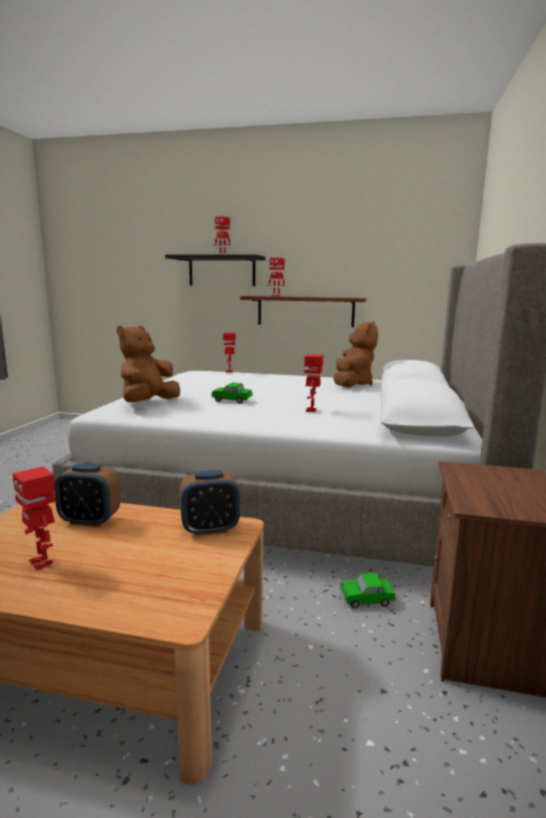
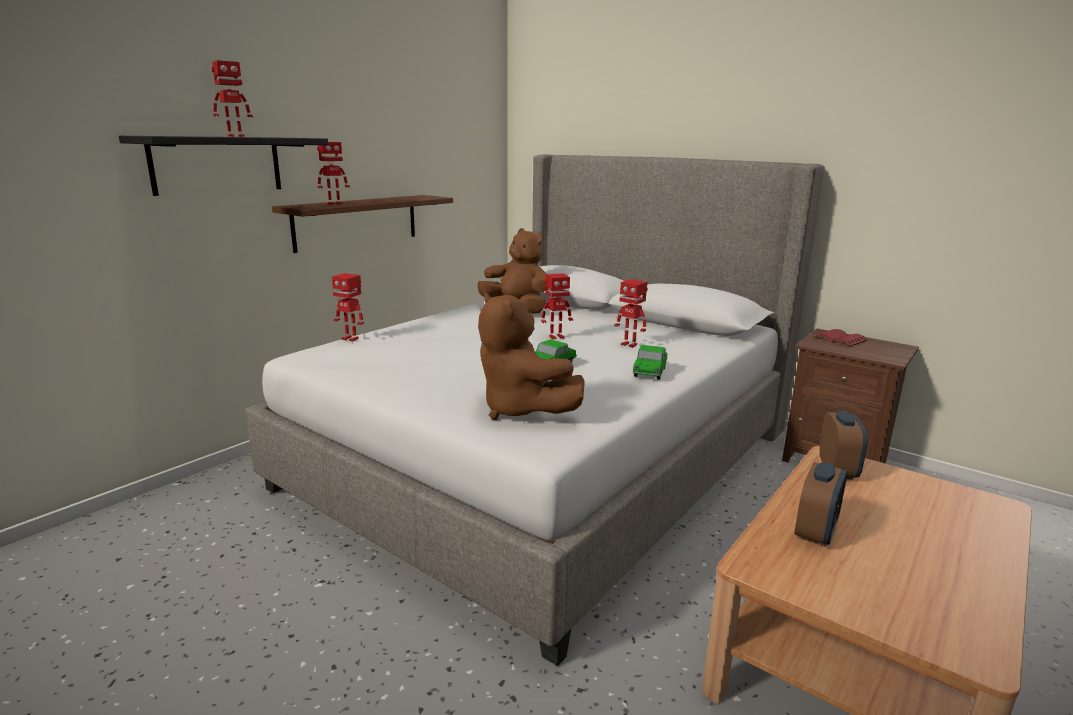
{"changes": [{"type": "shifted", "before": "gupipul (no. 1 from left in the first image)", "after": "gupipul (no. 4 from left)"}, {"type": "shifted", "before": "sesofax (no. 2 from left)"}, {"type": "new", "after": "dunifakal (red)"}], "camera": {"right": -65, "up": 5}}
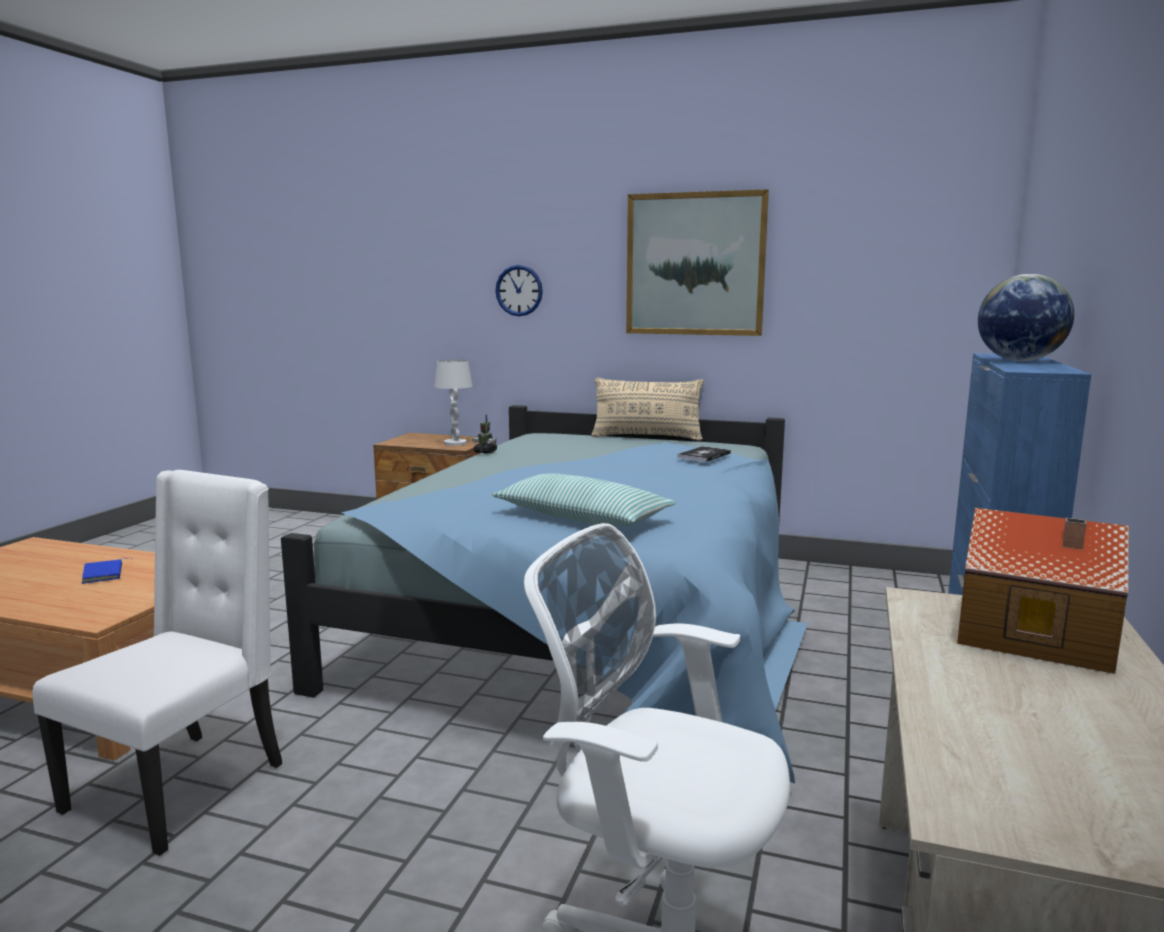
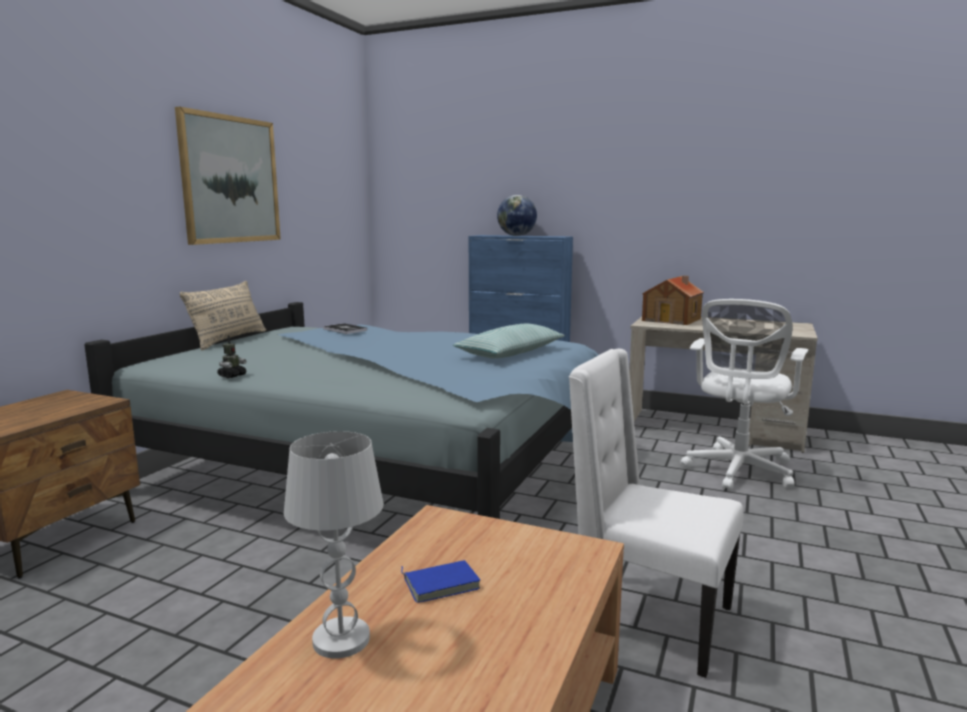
{"changes": [{"type": "shifted", "before": "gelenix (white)"}, {"type": "gone", "before": "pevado"}], "camera": {"right": -85, "up": 0}}
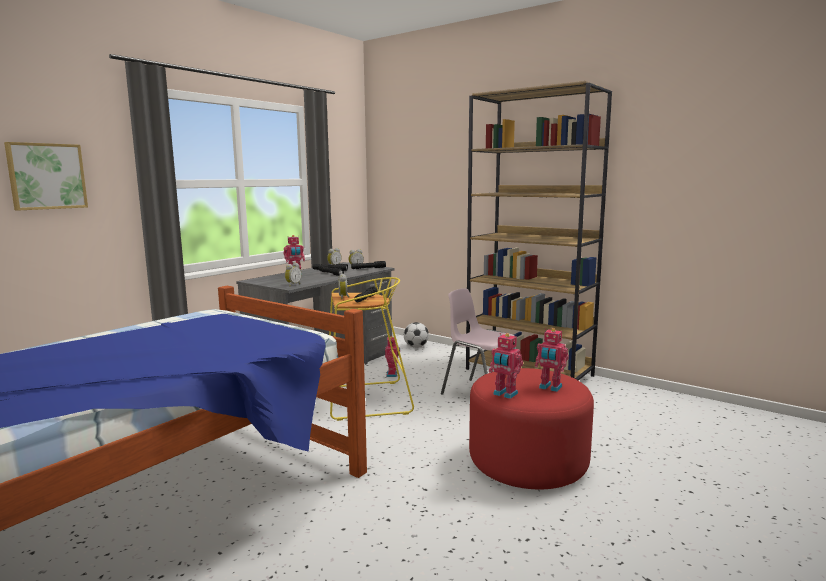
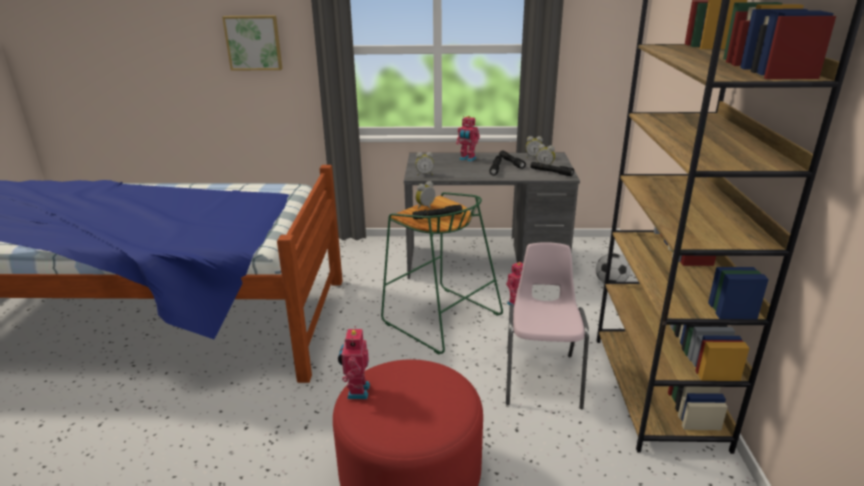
{"changes": [{"type": "repainted", "before": "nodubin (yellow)", "after": "nodubin (green)"}, {"type": "gone", "before": "gupipul (no. 4 from left)"}], "camera": {"right": 55, "up": 15}}
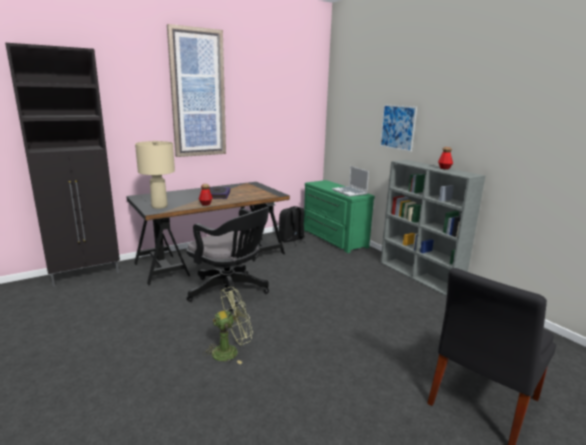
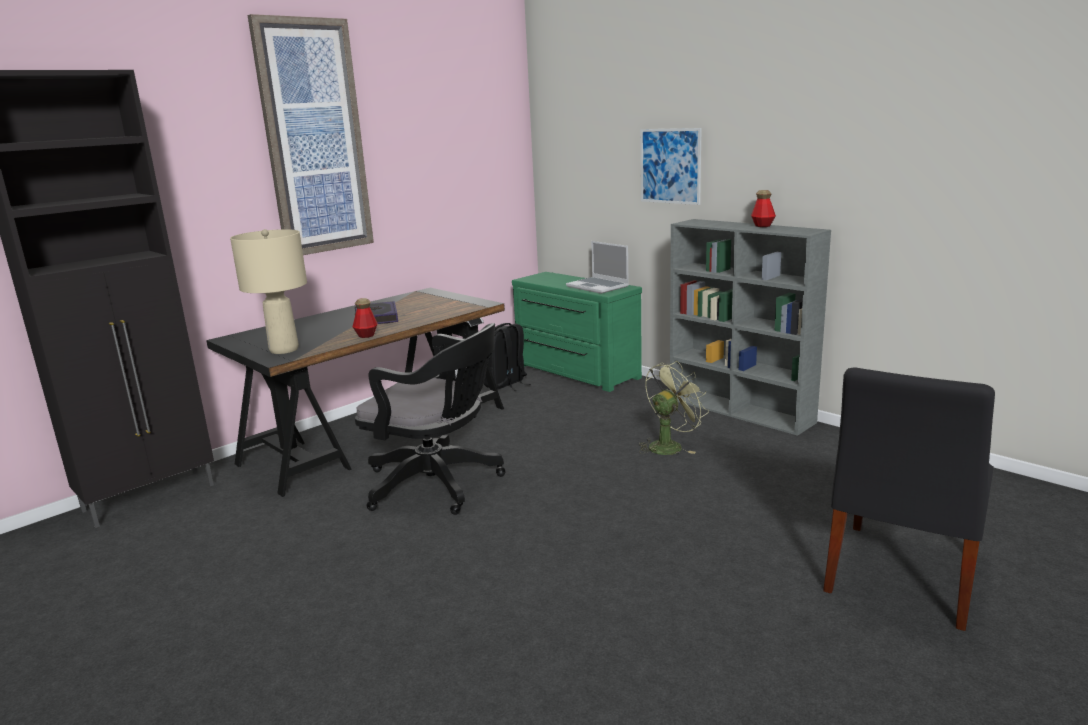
{"changes": [{"type": "shifted", "before": "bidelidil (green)"}], "camera": {"right": -10, "up": 0}}
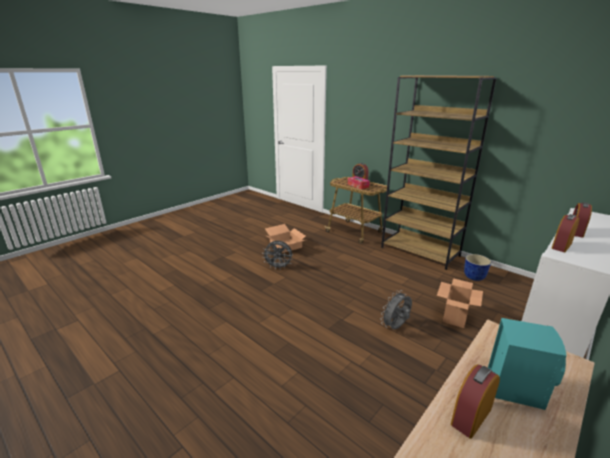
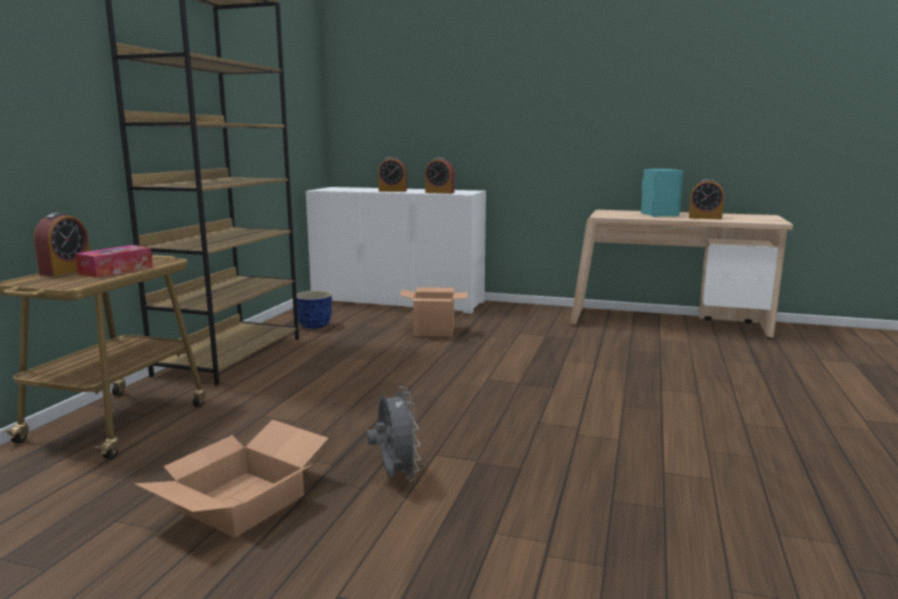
{"changes": [{"type": "gone", "before": "bidelidil (grey) (no. 2 from left)"}], "camera": {"right": -115, "up": -10}}
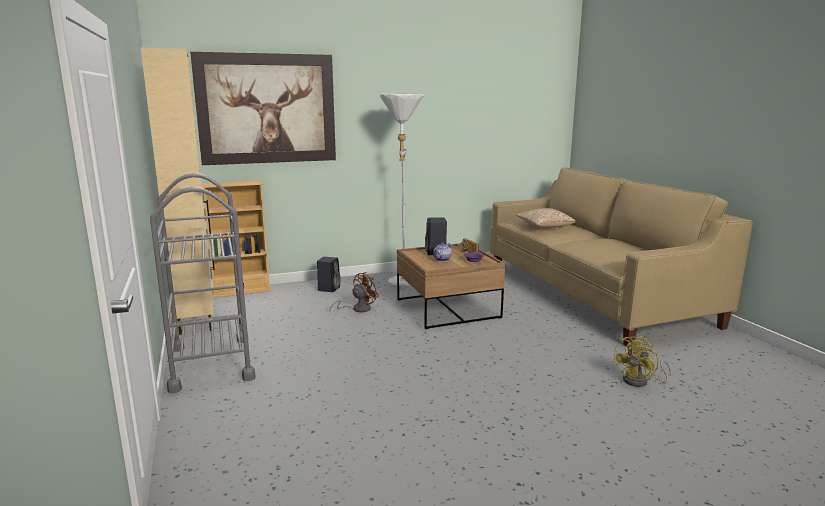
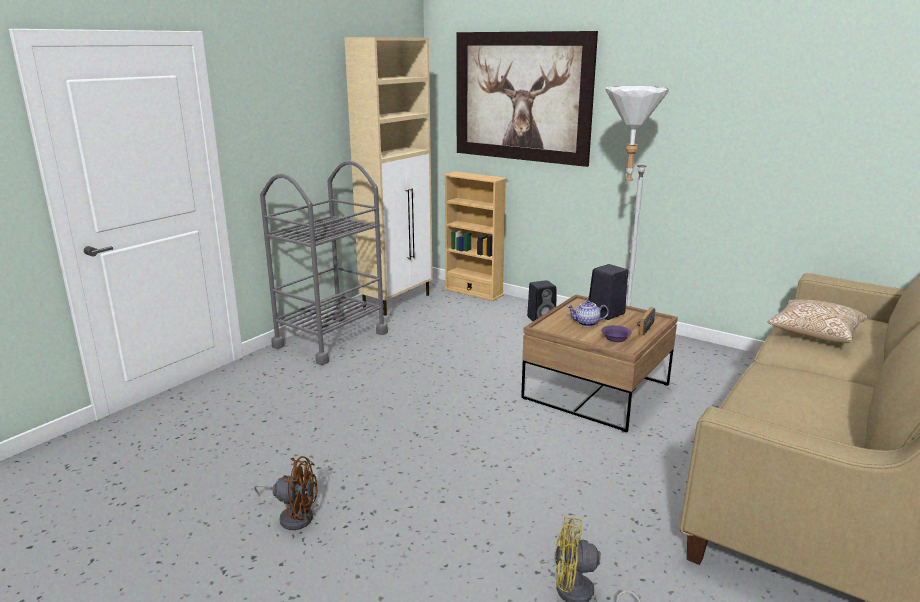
{"changes": [{"type": "shifted", "before": "bidelidil (brown)"}], "camera": {"right": 55, "up": 5}}
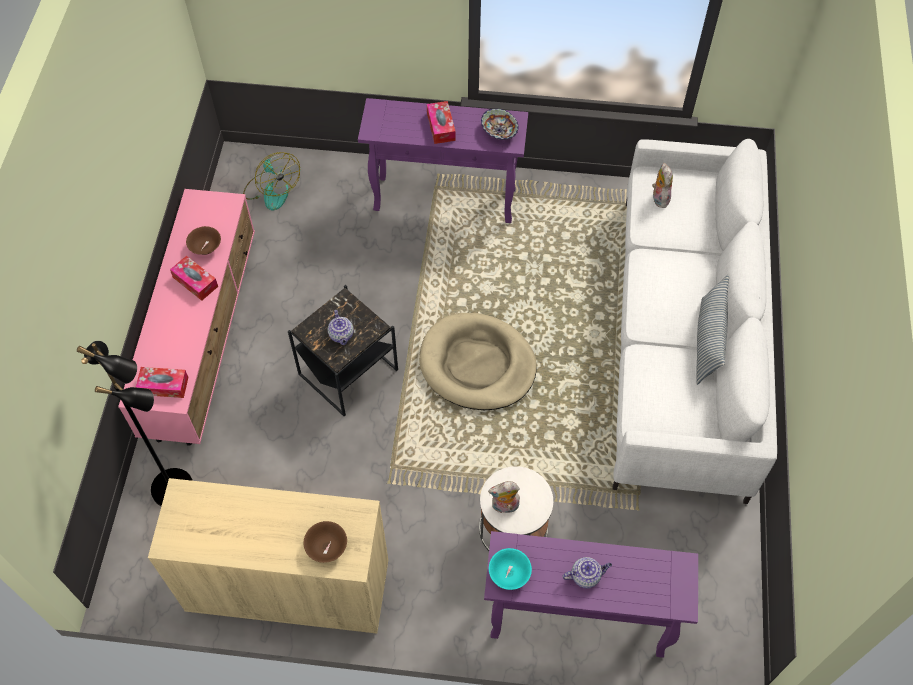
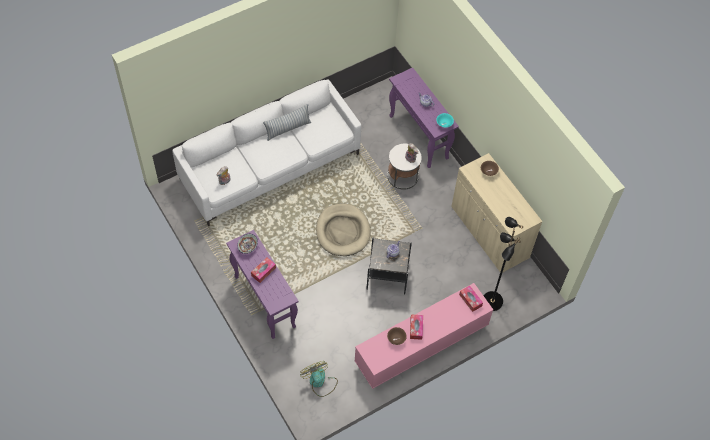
{"changes": [{"type": "rotated", "before": "bidelidil", "turn": -45}], "camera": {"right": -130, "up": 0}}
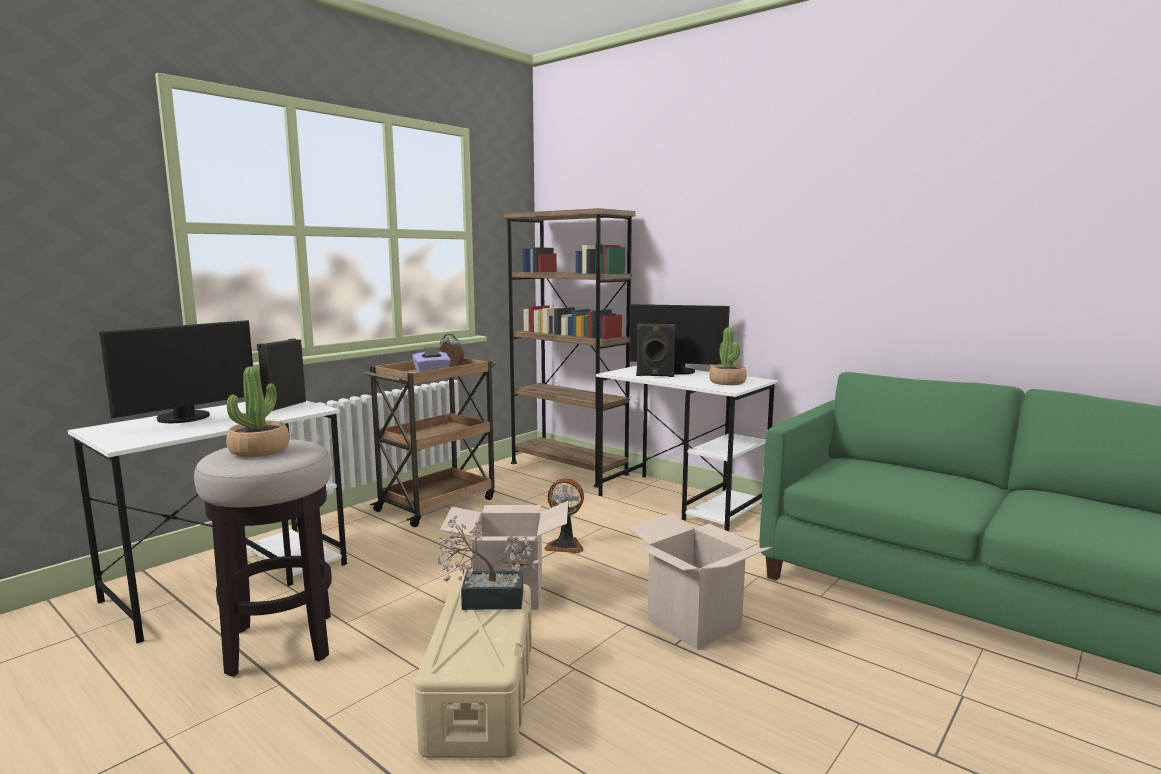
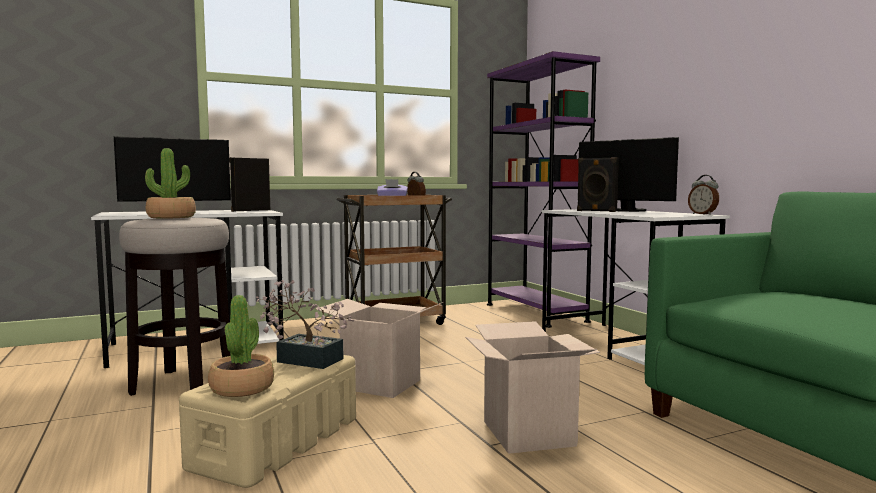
{"changes": [{"type": "repainted", "before": "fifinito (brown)", "after": "fifinito (purple)"}, {"type": "gone", "before": "bidelidil"}, {"type": "shifted", "before": "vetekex (no. 3 from left in the first image)", "after": "vetekex (no. 2 from left)"}, {"type": "new", "after": "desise (no. 2 from left)"}], "camera": {"right": 25, "up": -5}}
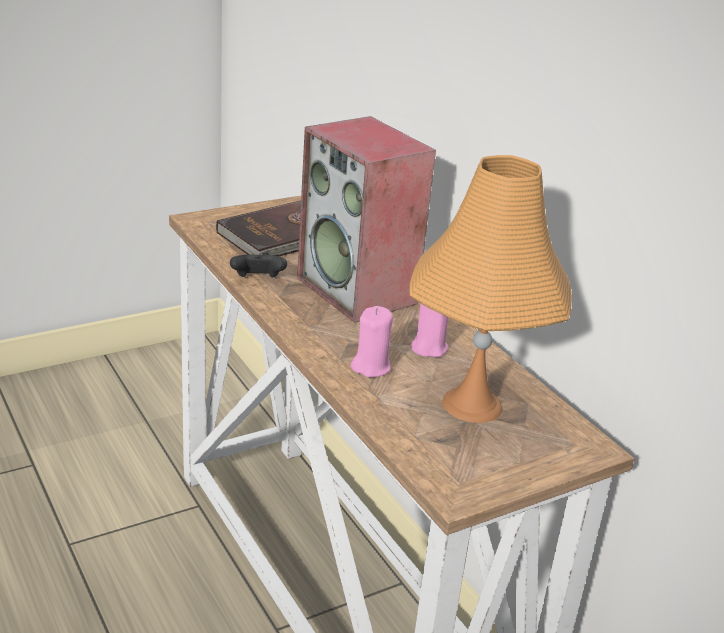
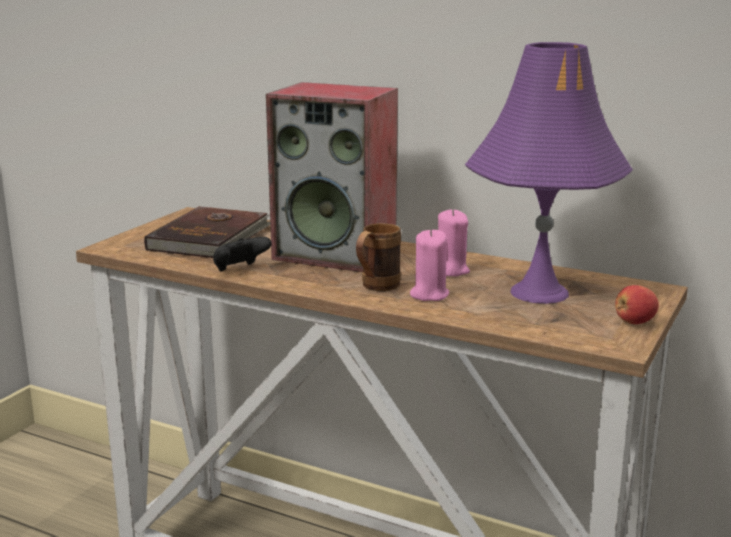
{"changes": [{"type": "repainted", "before": "gelenix (orange)", "after": "gelenix (purple)"}, {"type": "new", "after": "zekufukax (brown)"}, {"type": "new", "after": "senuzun"}], "camera": {"right": -30, "up": -10}}
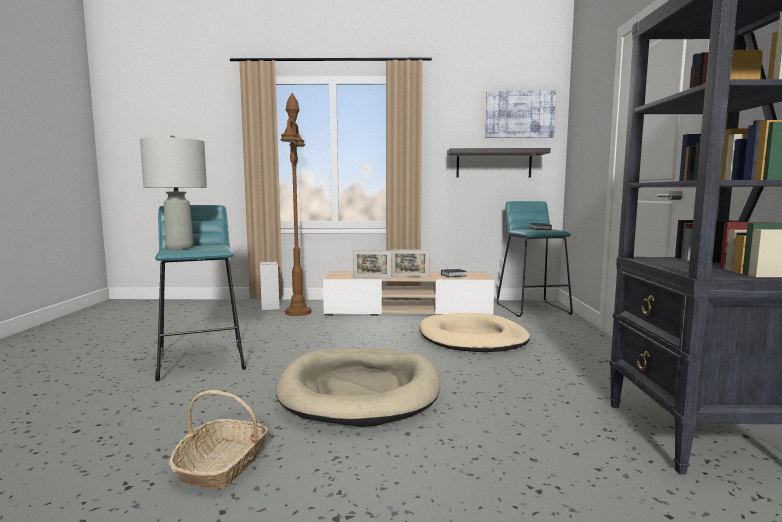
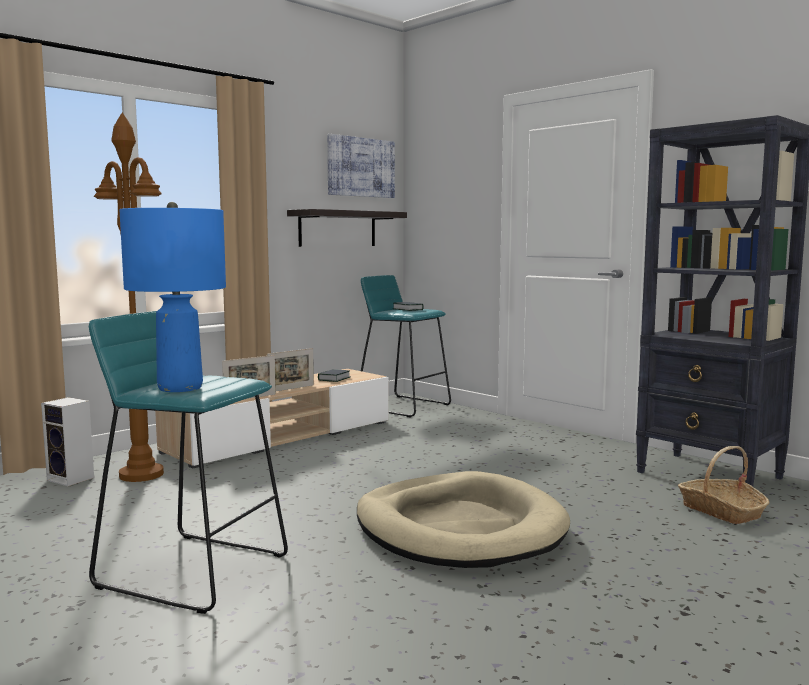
{"changes": [{"type": "repainted", "before": "gelenix (grey)", "after": "gelenix (blue)"}, {"type": "shifted", "before": "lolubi"}, {"type": "gone", "before": "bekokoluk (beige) (no. 2 from left)"}], "camera": {"right": -45, "up": 0}}
